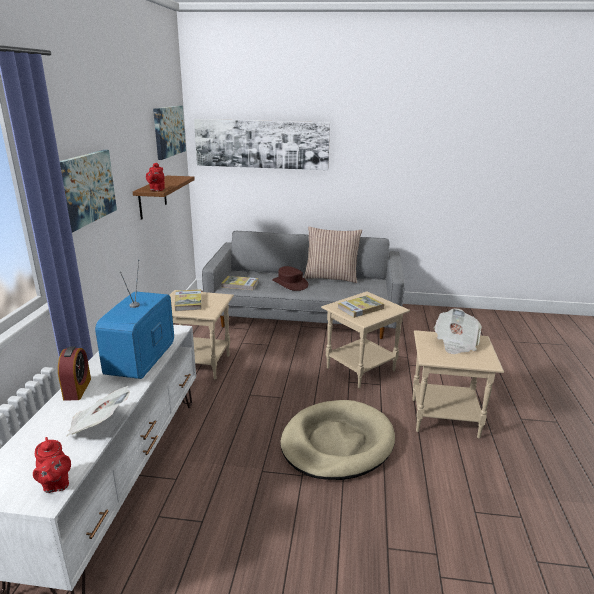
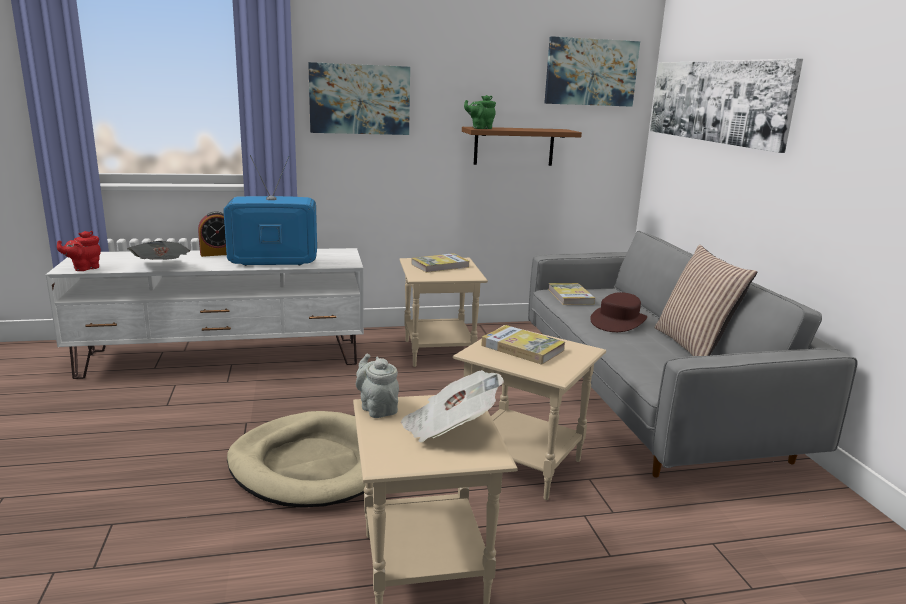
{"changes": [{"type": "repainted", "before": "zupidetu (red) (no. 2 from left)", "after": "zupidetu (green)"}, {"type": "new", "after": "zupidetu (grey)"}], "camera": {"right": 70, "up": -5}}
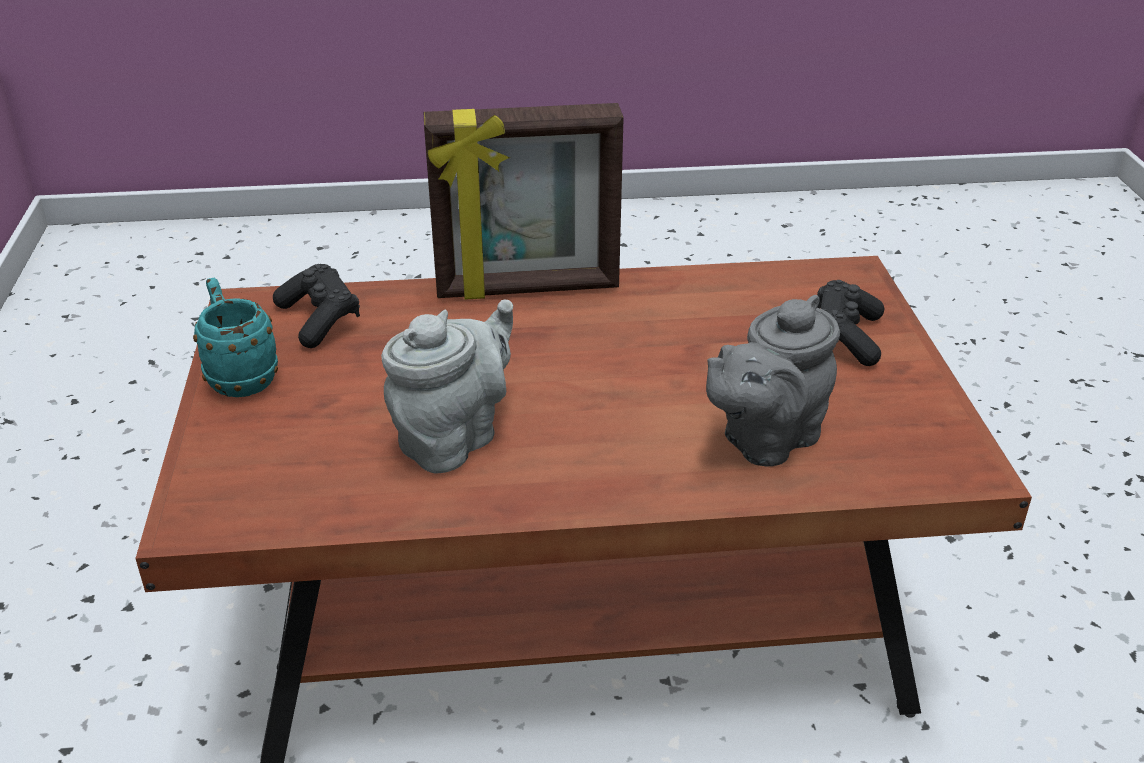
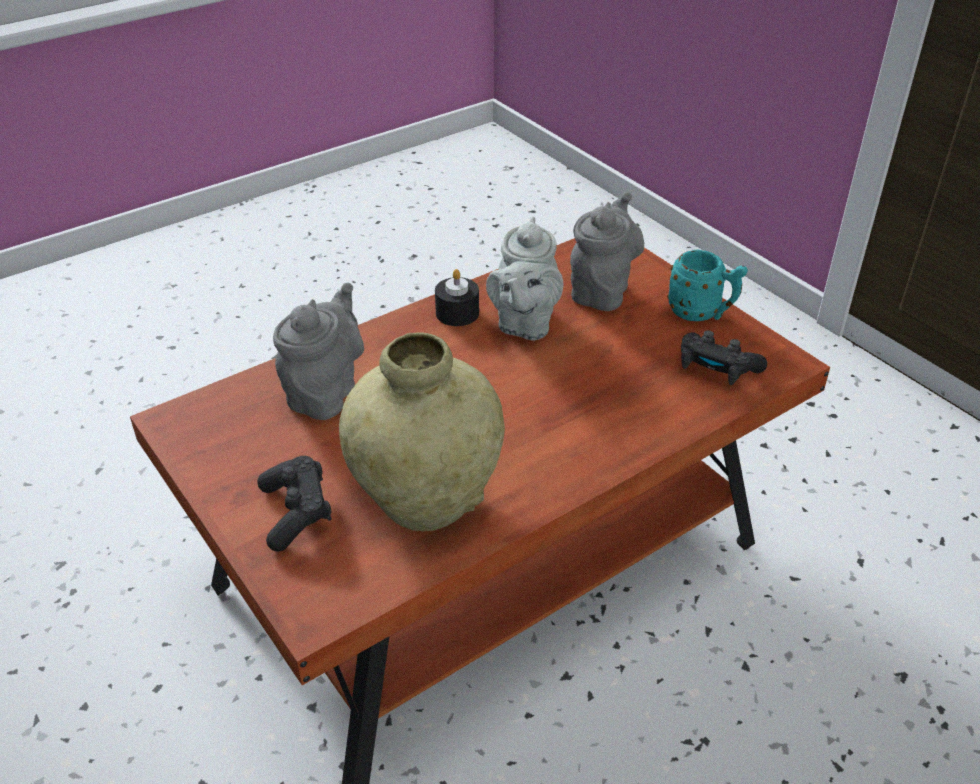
{"changes": [{"type": "gone", "before": "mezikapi"}, {"type": "new", "after": "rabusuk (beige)"}, {"type": "new", "after": "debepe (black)"}, {"type": "new", "after": "zupidetu (grey) (no. 3 from left)"}], "camera": {"right": 150, "up": 5}}
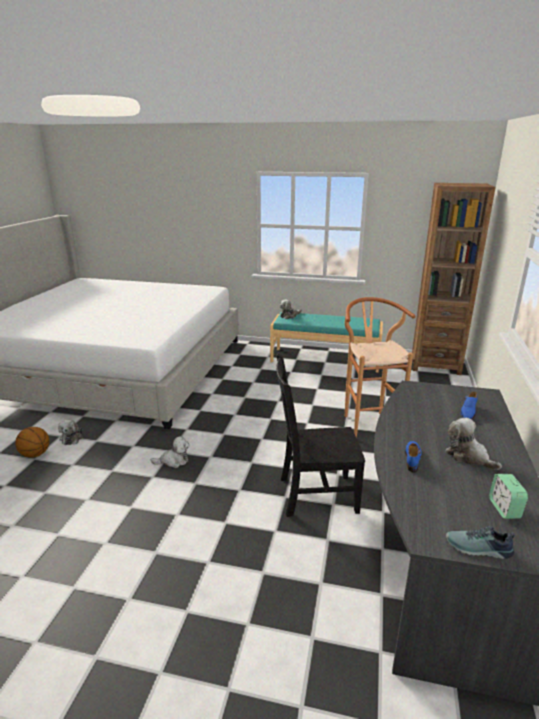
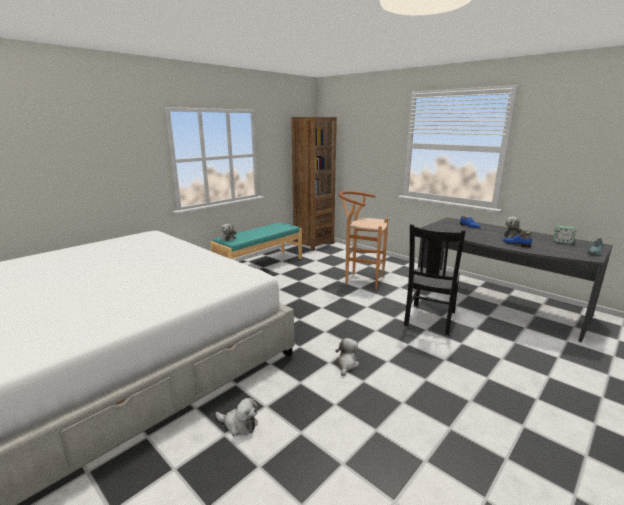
{"changes": [{"type": "gone", "before": "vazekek"}], "camera": {"right": -60, "up": -5}}
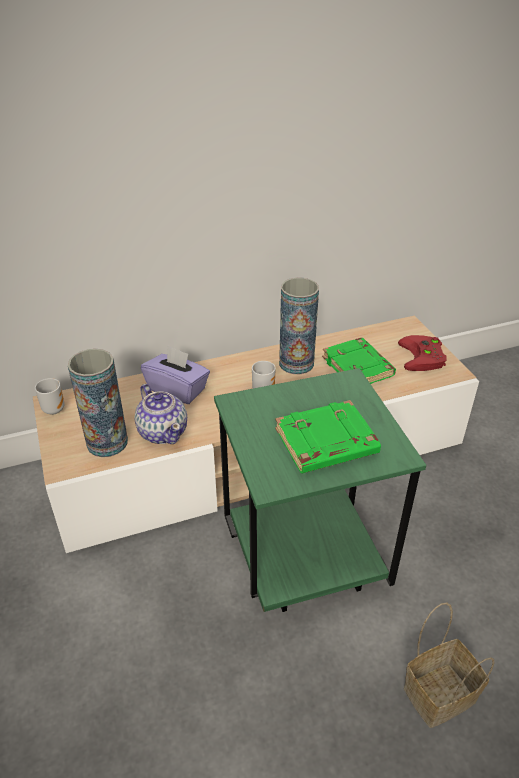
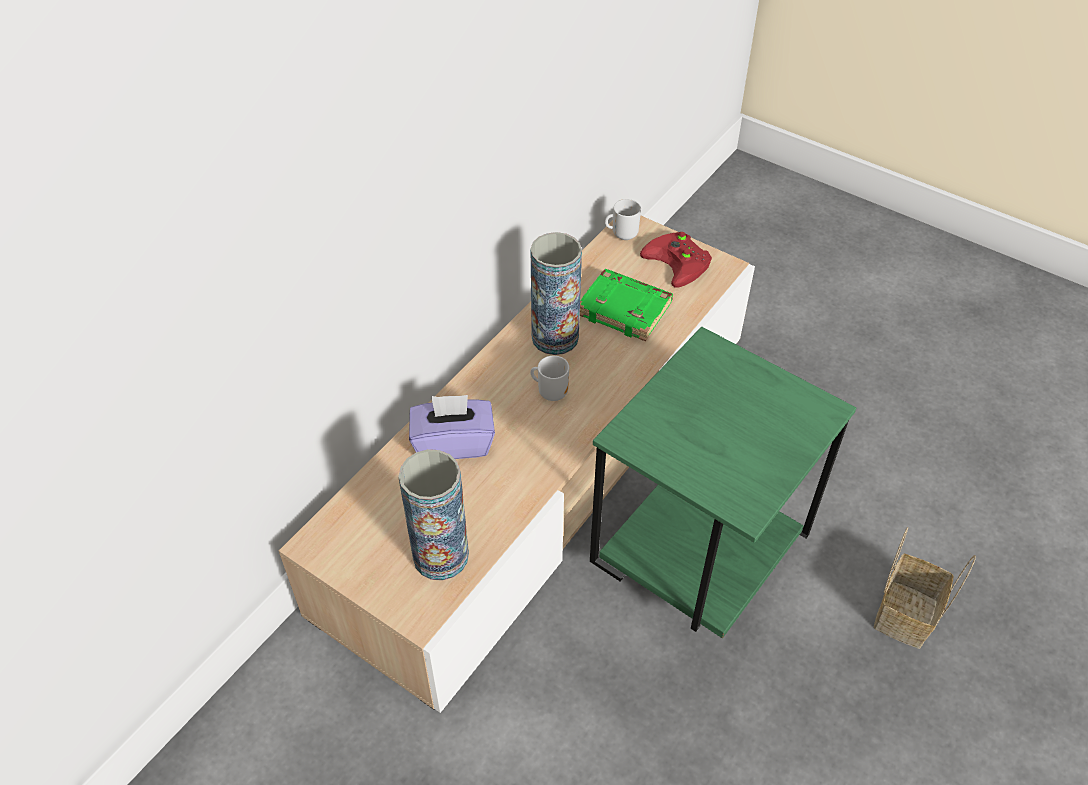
{"changes": [{"type": "shifted", "before": "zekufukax (no. 1 from left in the first image)", "after": "zekufukax (no. 2 from left)"}, {"type": "gone", "before": "zupidetu"}, {"type": "gone", "before": "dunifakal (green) (no. 1 from left)"}], "camera": {"right": -35, "up": 10}}
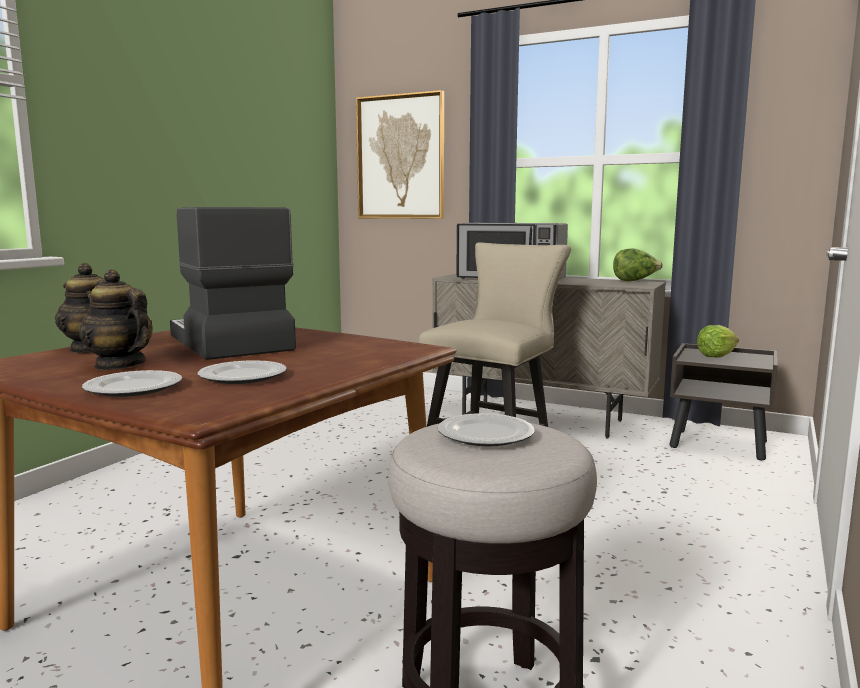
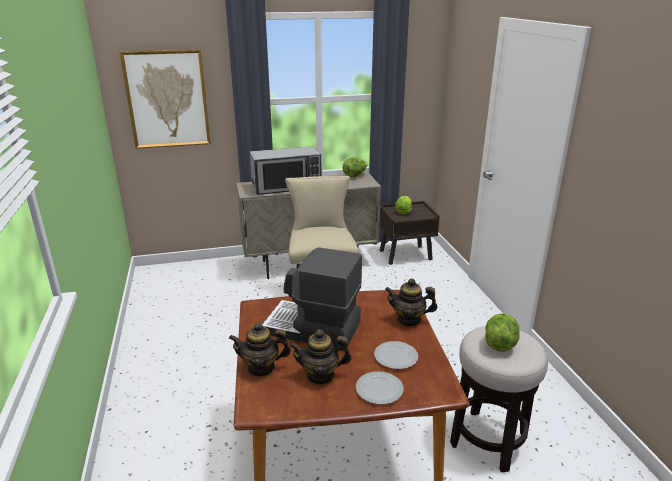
{"changes": [{"type": "swapped", "before": "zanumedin (no. 3 from left)", "after": "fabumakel (no. 3 from left)"}, {"type": "new", "after": "zupidetu (no. 3 from left)"}], "camera": {"right": -40, "up": 15}}
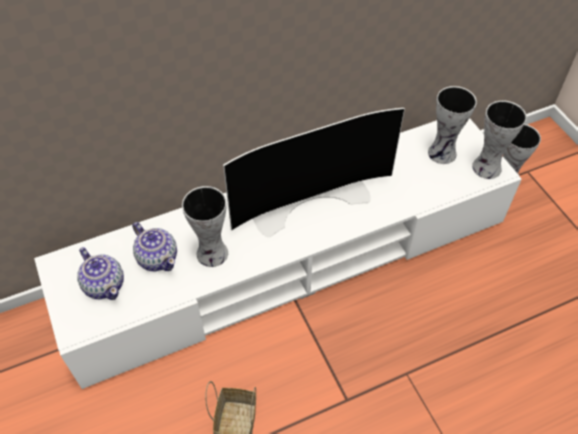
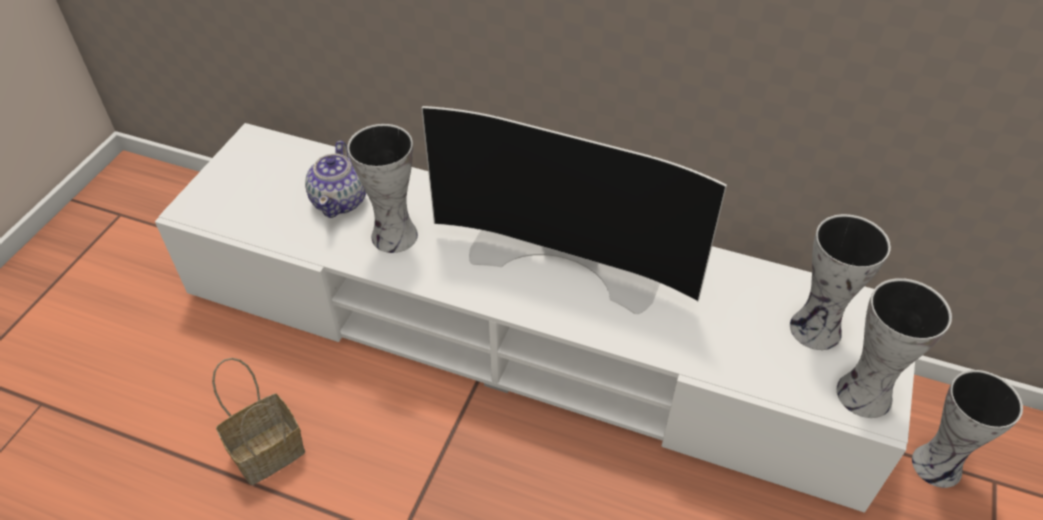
{"changes": [{"type": "gone", "before": "zupidetu (no. 1 from left)"}], "camera": {"right": 45, "up": -5}}
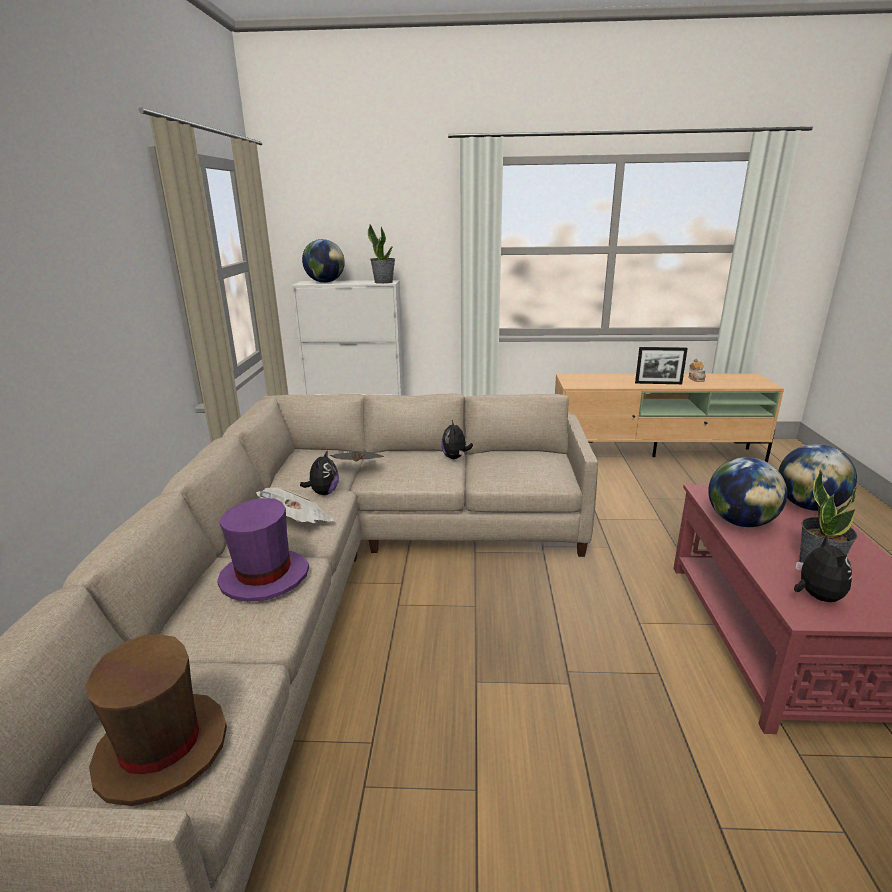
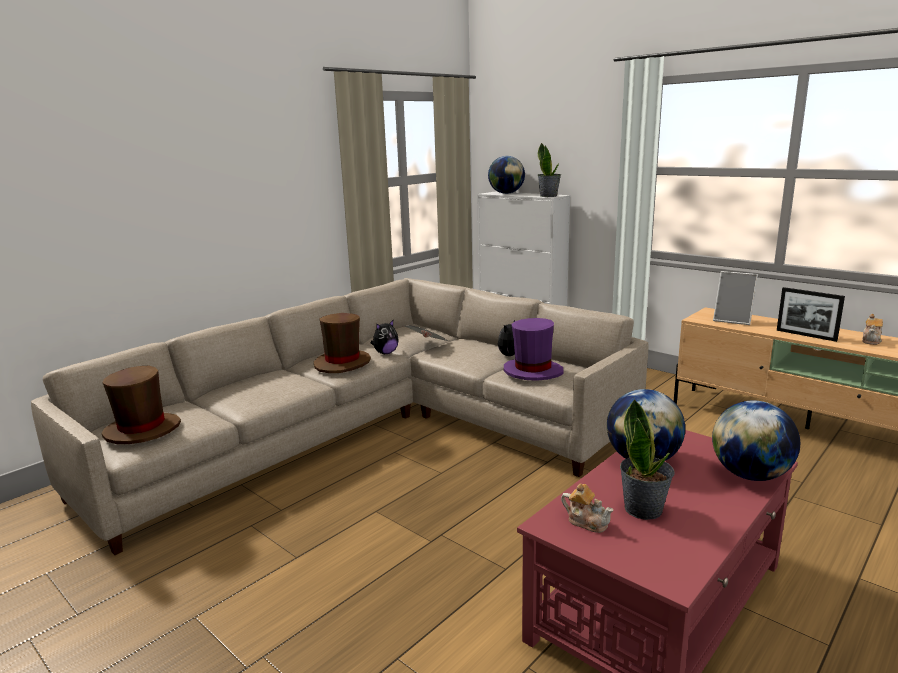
{"changes": [{"type": "shifted", "before": "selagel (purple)"}, {"type": "swapped", "before": "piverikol (no. 1 from left)", "after": "selagel (brown) (no. 2 from left)"}, {"type": "swapped", "before": "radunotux (no. 3 from left)", "after": "zupidetu (no. 1 from left)"}, {"type": "new", "after": "mezikapi (no. 1 from left)"}], "camera": {"right": 40, "up": -5}}
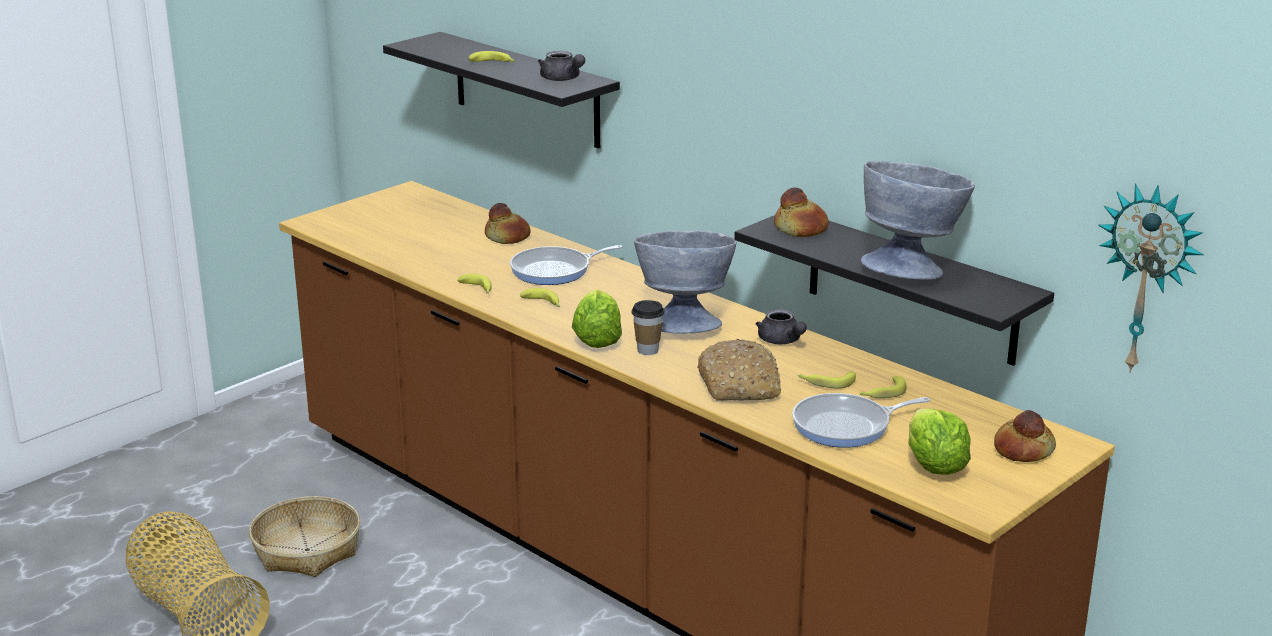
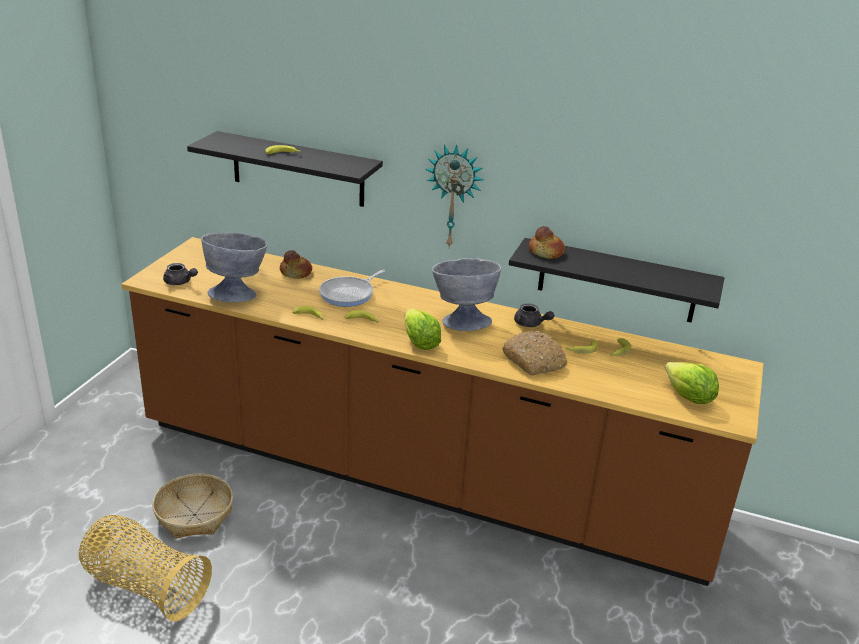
{"changes": [{"type": "shifted", "before": "zupidetu (grey) (no. 1 from left)"}, {"type": "gone", "before": "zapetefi"}, {"type": "gone", "before": "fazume (no. 2 from left)"}, {"type": "shifted", "before": "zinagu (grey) (no. 2 from left in the first image)", "after": "zinagu (grey) (no. 1 from left)"}, {"type": "gone", "before": "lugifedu (no. 4 from left)"}, {"type": "shifted", "before": "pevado"}], "camera": {"right": -25, "up": 5}}
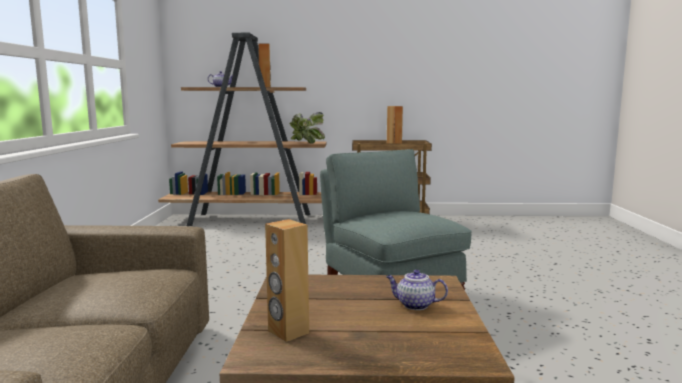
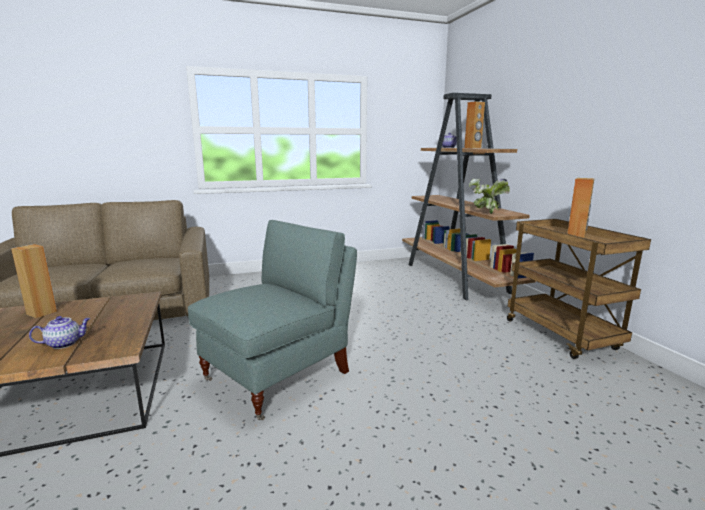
{"changes": [{"type": "rotated", "before": "zupidetu (no. 2 from left in the first image)", "turn": 60}], "camera": {"right": 70, "up": 5}}
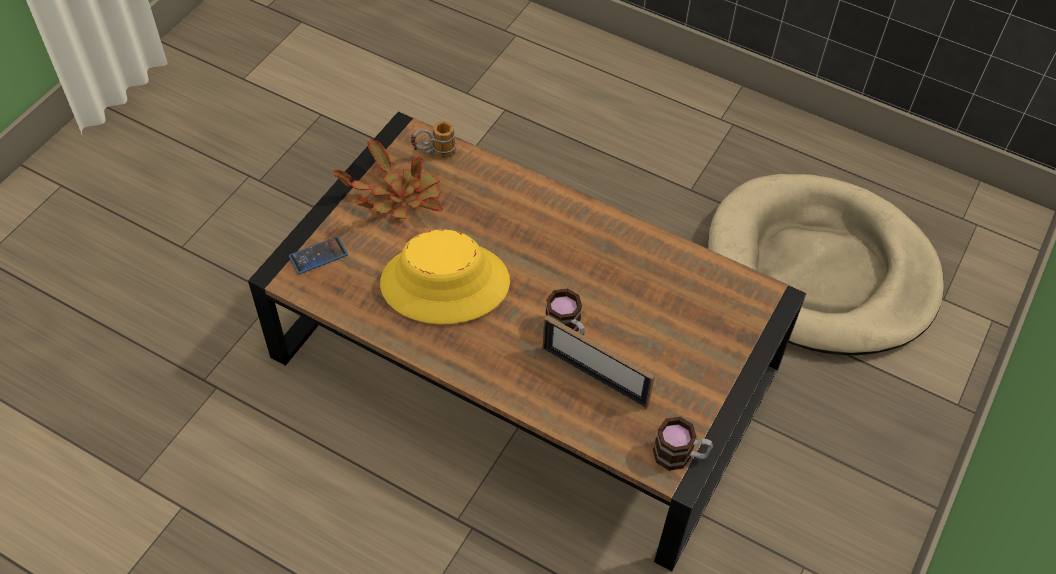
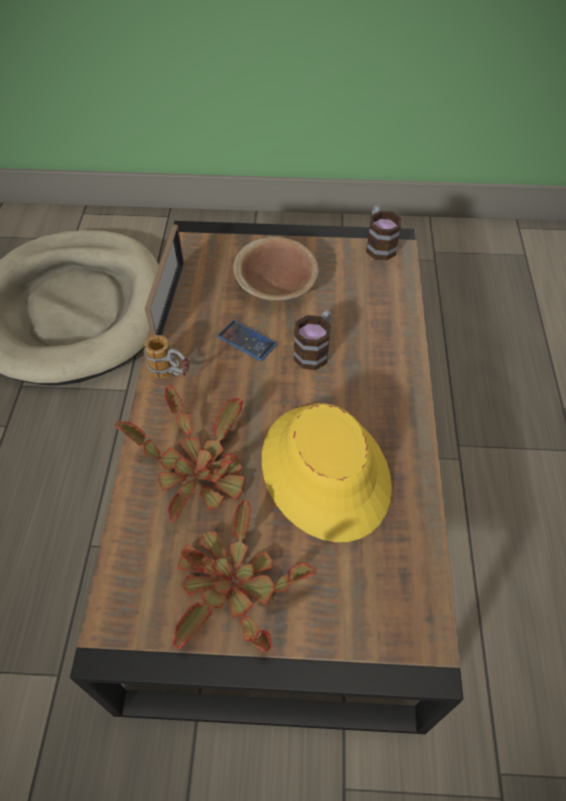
{"changes": [{"type": "shifted", "before": "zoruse"}, {"type": "shifted", "before": "zekufukax (no. 1 from left)"}, {"type": "shifted", "before": "mezikapi"}, {"type": "new", "after": "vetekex (no. 1 from left)"}, {"type": "new", "after": "zinagu (brown)"}], "camera": {"right": -115, "up": 0}}
